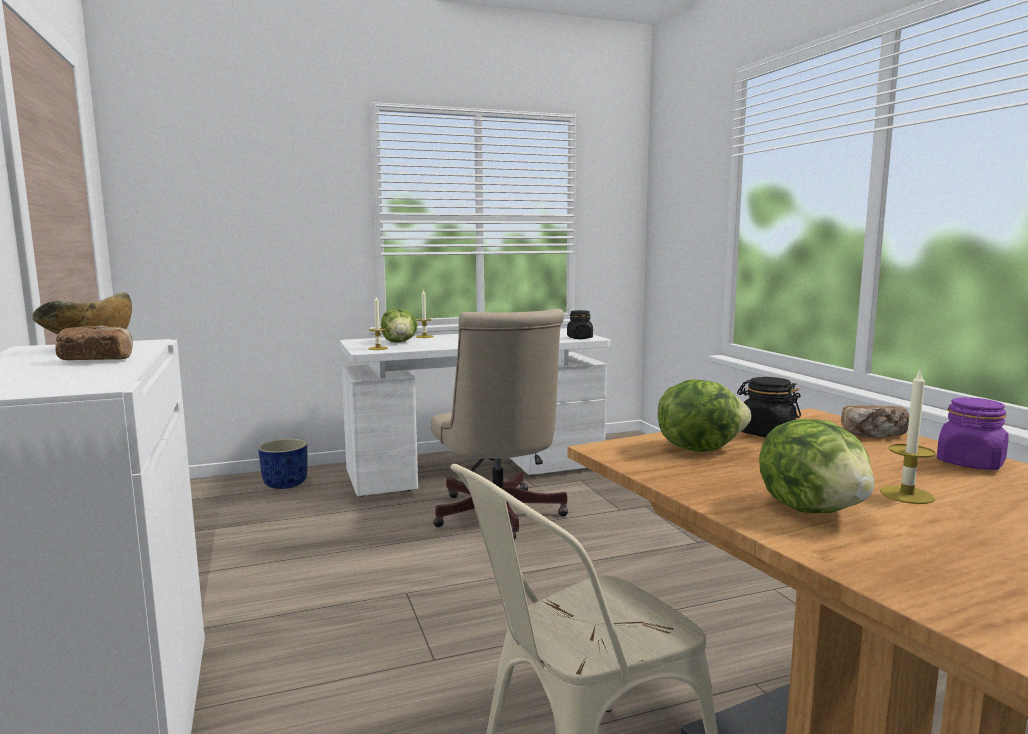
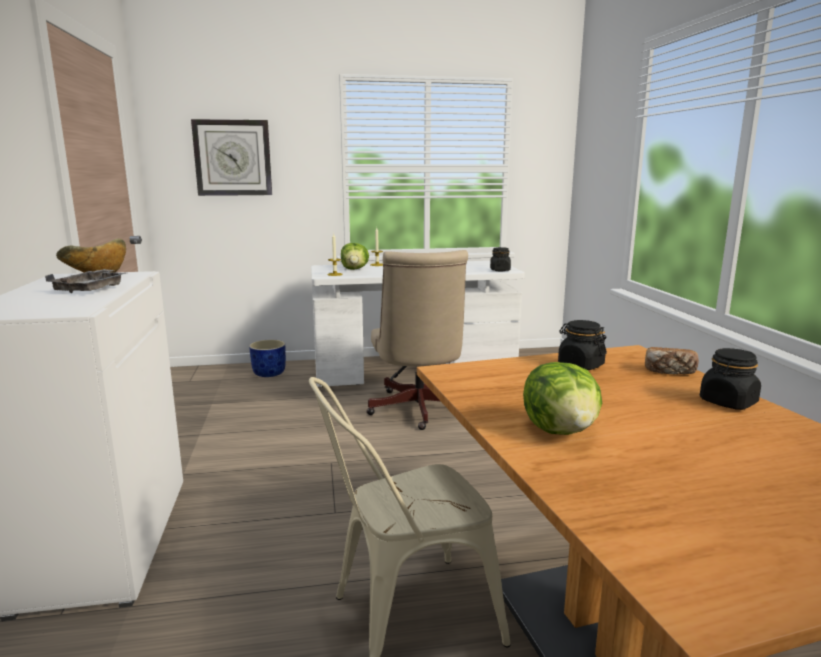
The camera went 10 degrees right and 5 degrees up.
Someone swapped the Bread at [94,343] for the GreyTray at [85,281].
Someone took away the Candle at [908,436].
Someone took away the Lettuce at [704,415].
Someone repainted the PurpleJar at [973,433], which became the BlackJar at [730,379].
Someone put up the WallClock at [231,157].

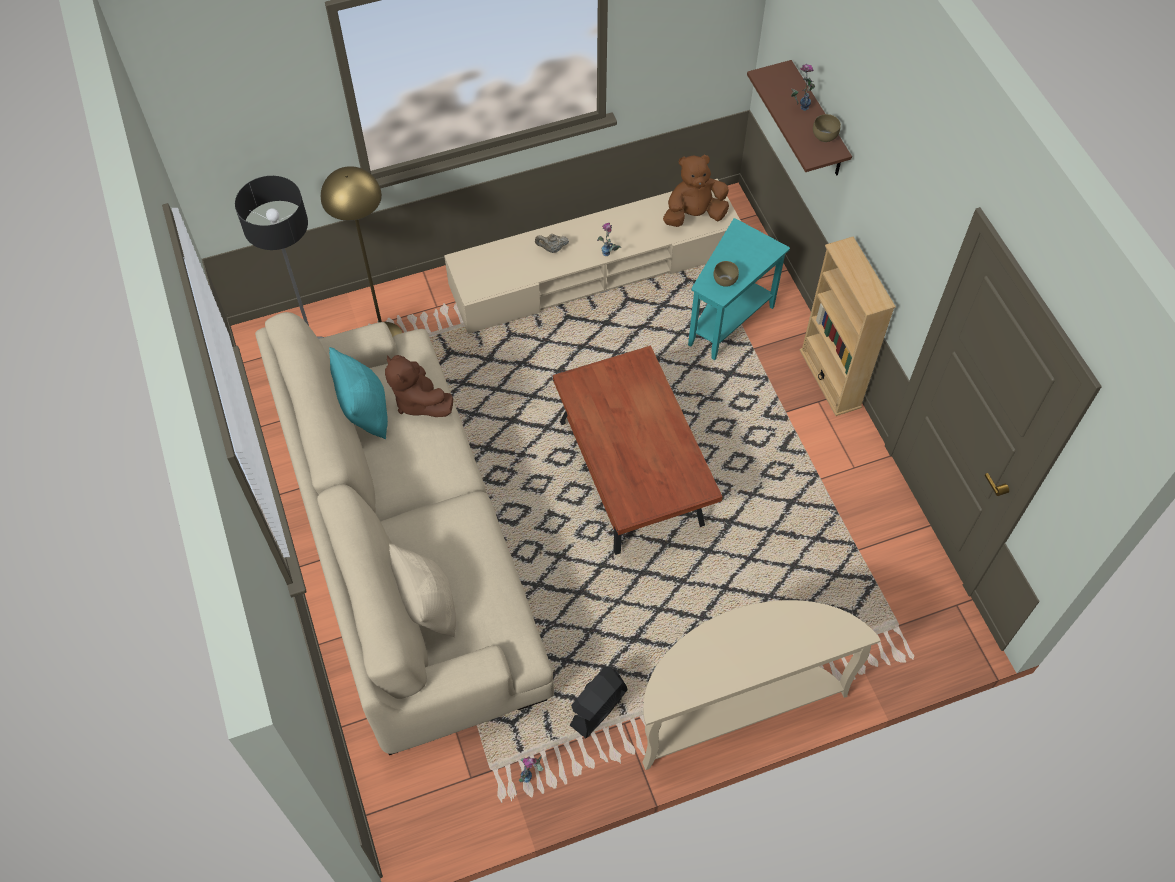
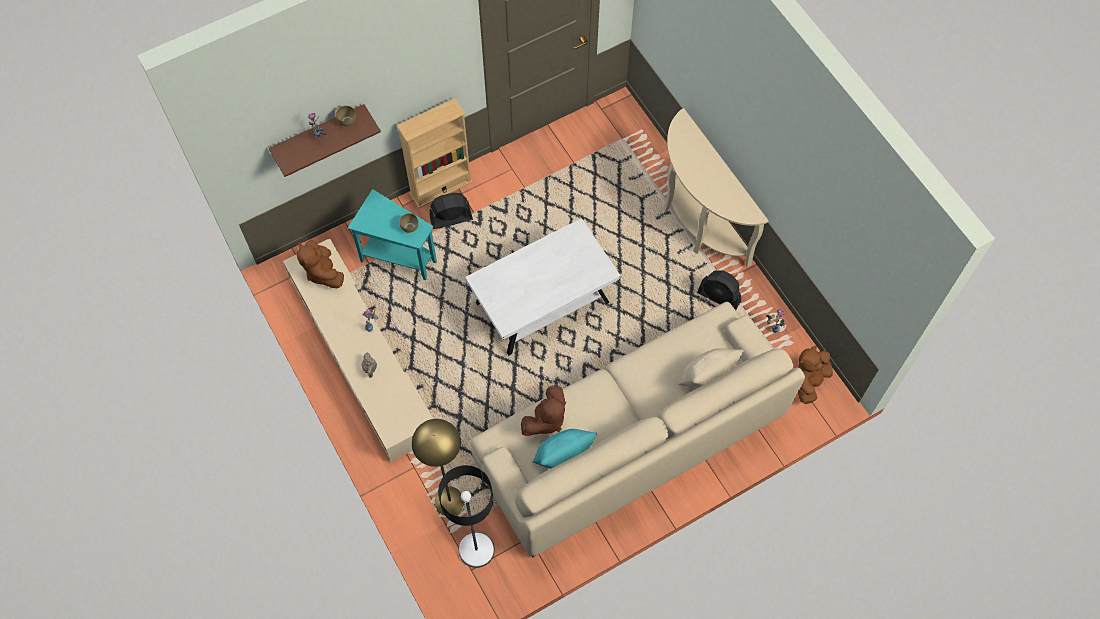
The camera went 100 degrees left and 5 degrees up.
Someone repainted the BrownCoffeeTable at [637,450], which became the WhiteCoffeeTable at [543,287].
Someone put down the BlackFan at [451,211].
Someone put down the BrownPlushToy at [815,374].

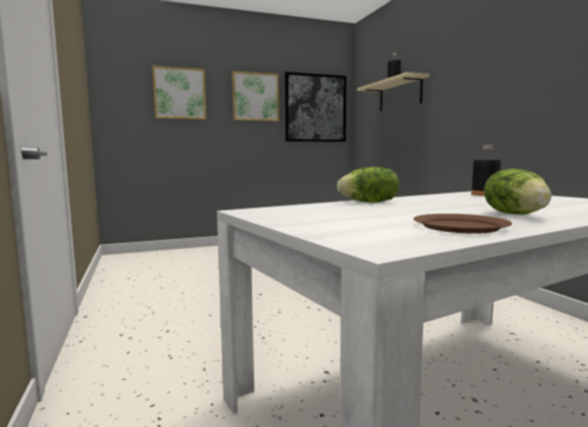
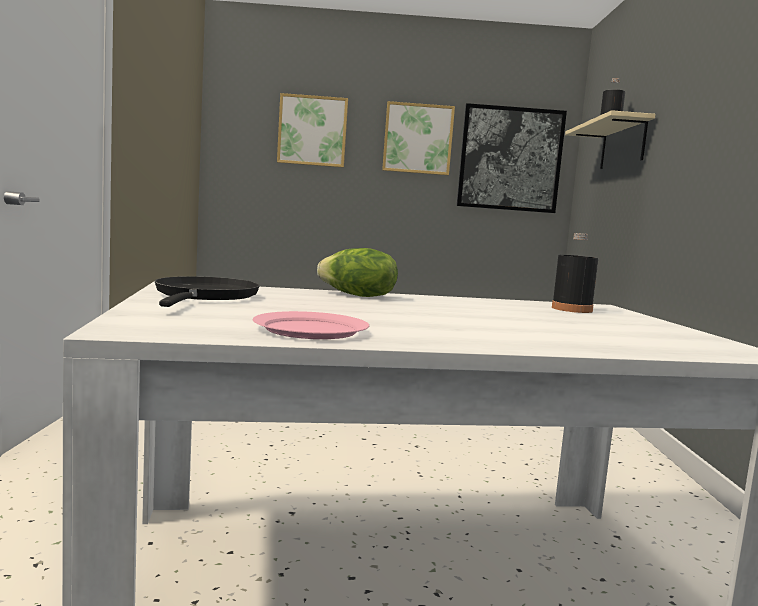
The camera went 20 degrees right and 0 degrees up.
Someone took away the Lettuce at [518,192].
Someone repainted the BrownPlate at [463,224], which became the PinkPlate at [311,325].
Someone put down the BlackFryingPan at [207,291].

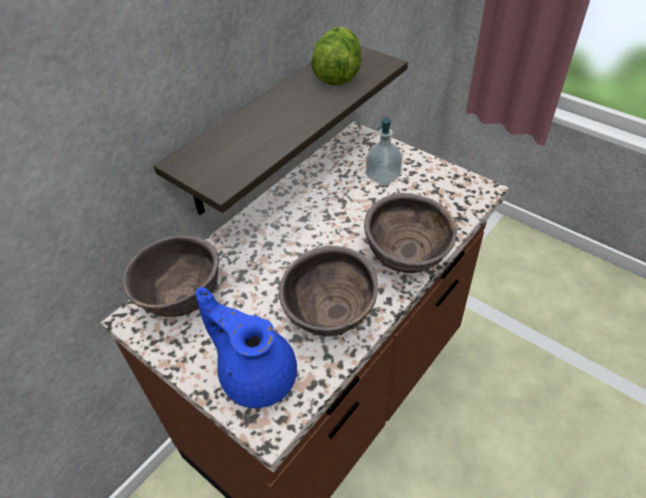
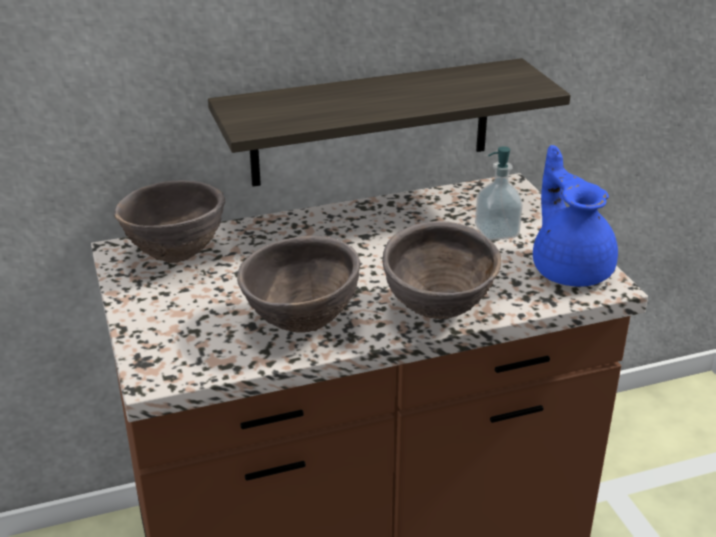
The camera went 30 degrees right and 15 degrees down.
Someone took away the Lettuce at [336,56].
Someone carried the BlueTeapot from [246,347] to [575,215].

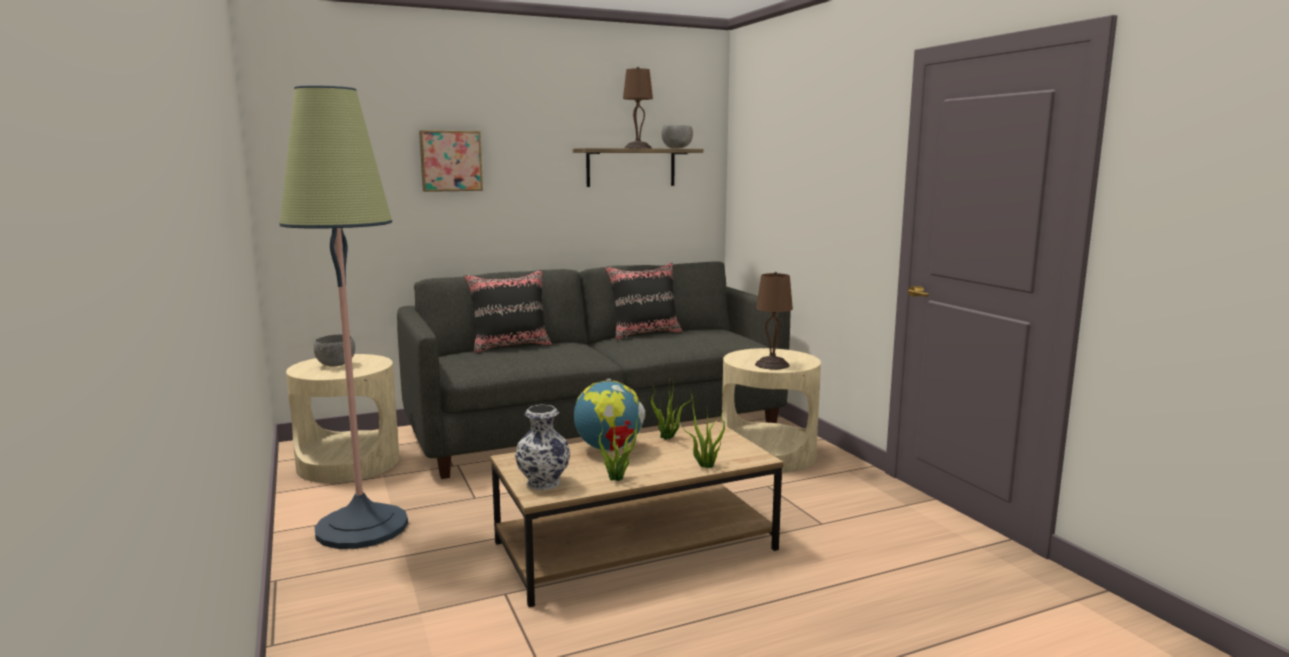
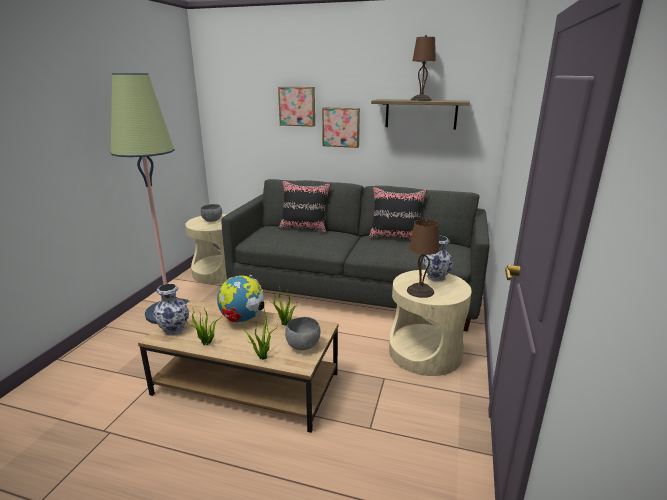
The camera went 40 degrees right and 10 degrees up.
Someone carried the GreyBowl from [677,137] to [302,333].
Someone put up the Picture at [341,128].
Someone put down the Vase at [438,259].

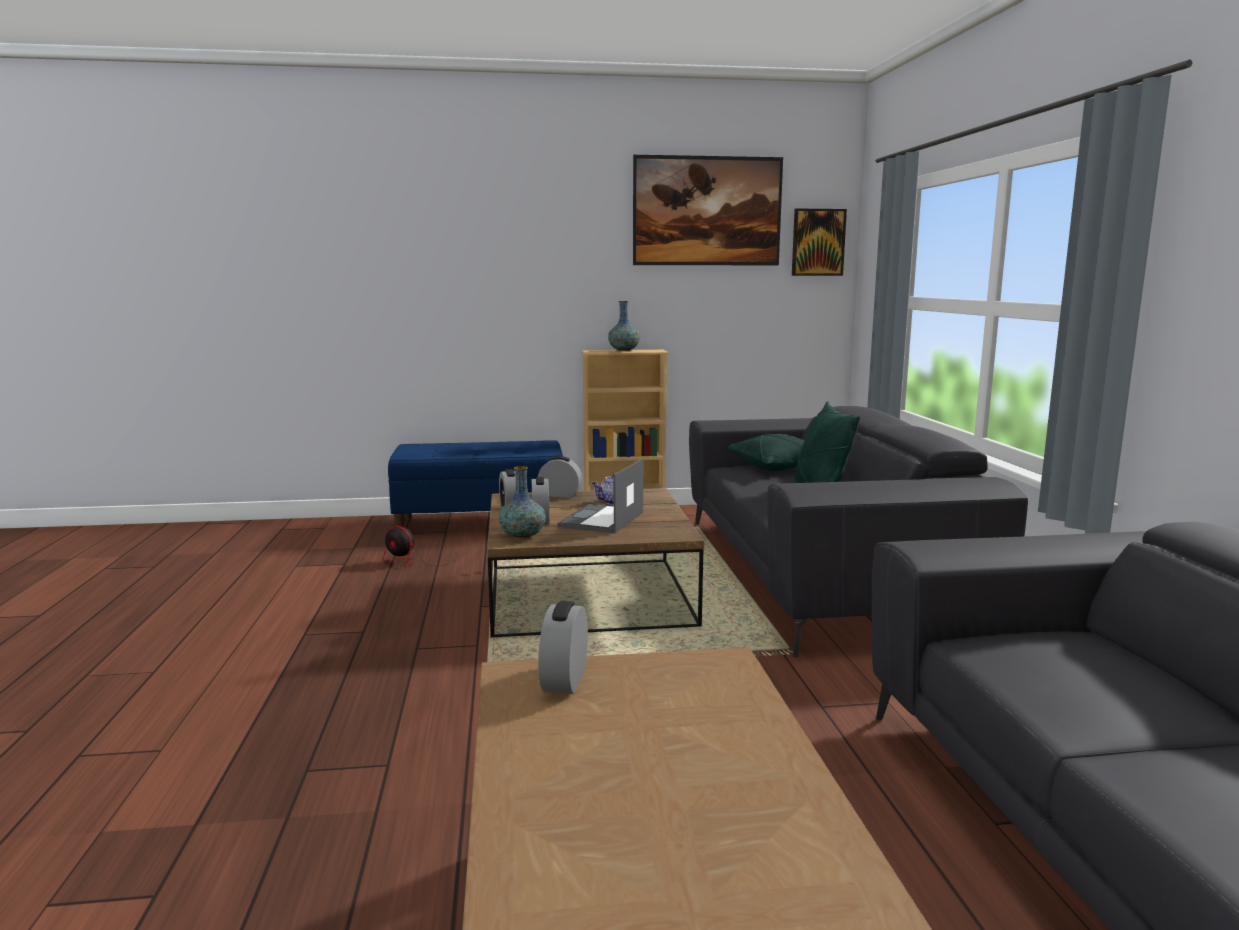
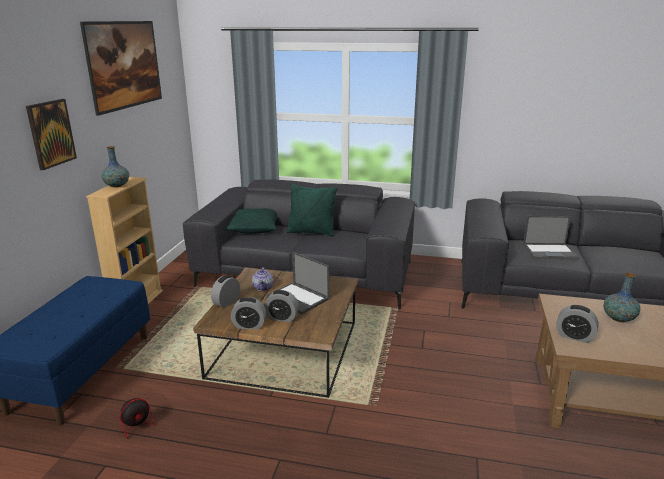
The camera went 70 degrees left and 10 degrees up.
Someone carried the Picture from [819,242] to [51,134].
Someone carried the Vase from [522,502] to [622,297].
Someone put down the Laptop at [551,237].

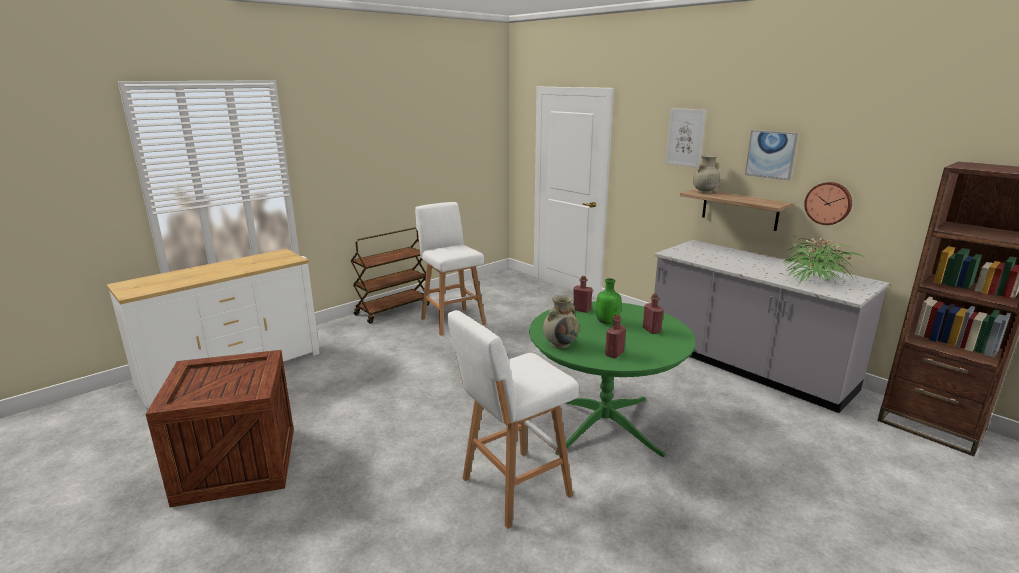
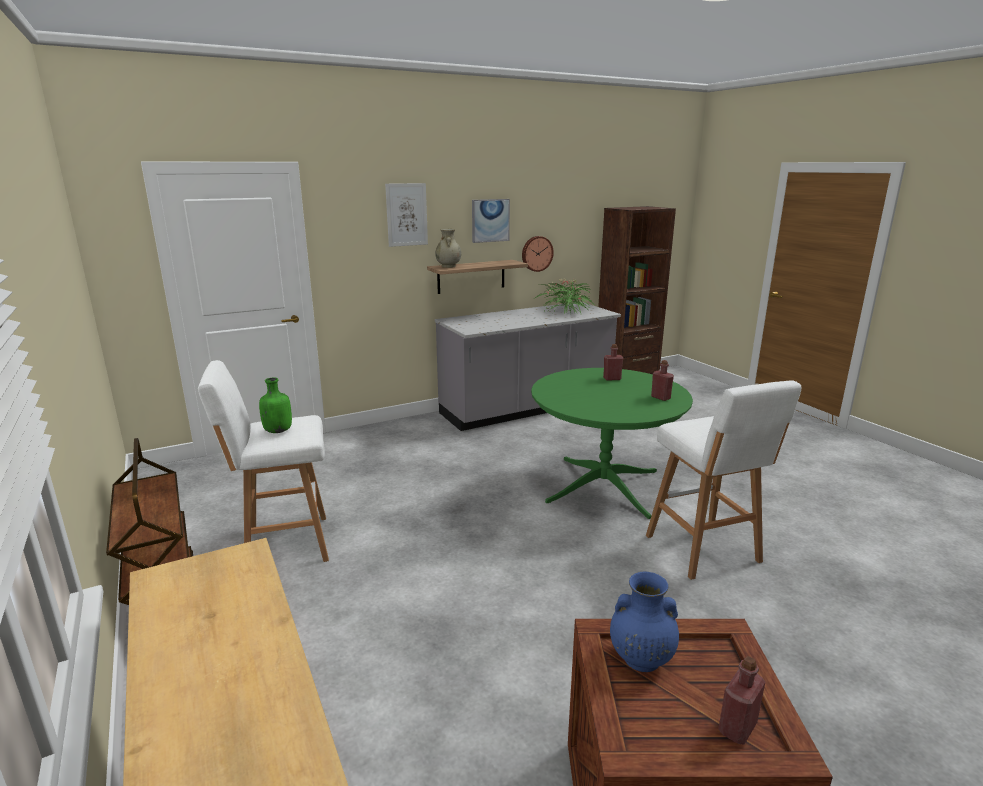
The camera went 75 degrees left and 0 degrees up.
Someone carried the RedBottle from [583,294] to [741,700].
Someone carried the GreenBottle from [608,301] to [275,405].
Someone took away the BeigeVase at [561,322].
Someone put down the BlueVase at [644,621].

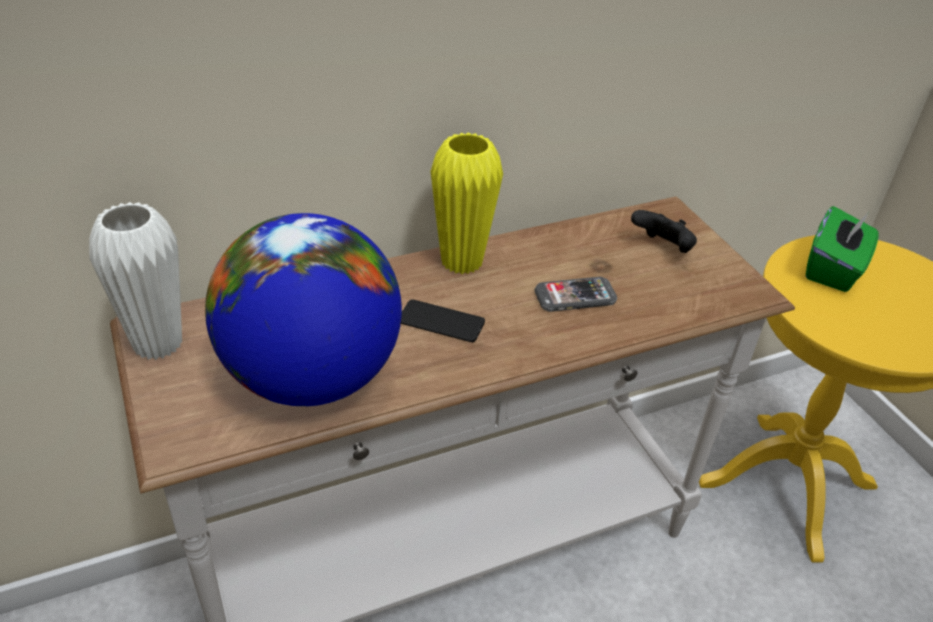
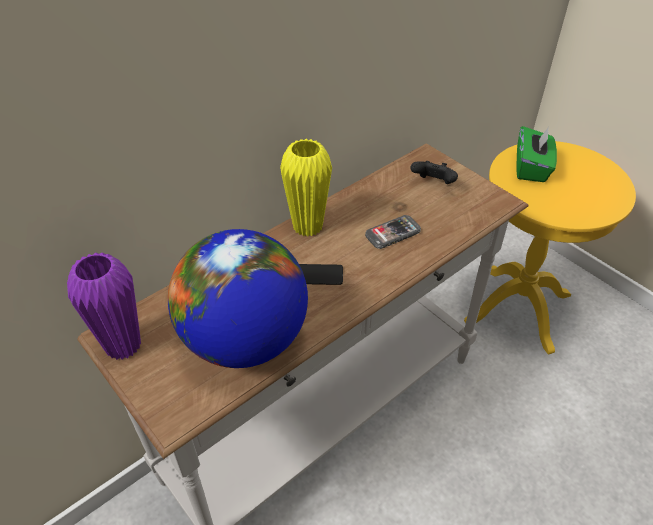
The camera went 15 degrees left and 5 degrees up.
Someone repainted the WhiteVase at [135,281], which became the PurpleVase at [104,306].

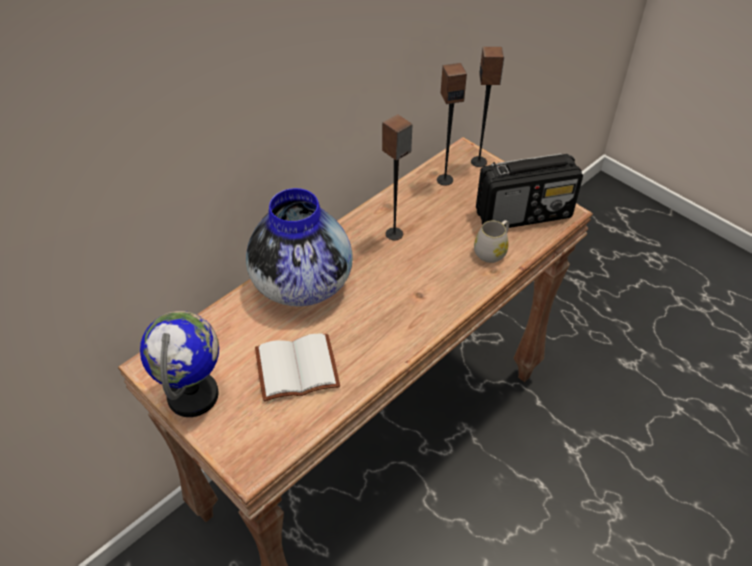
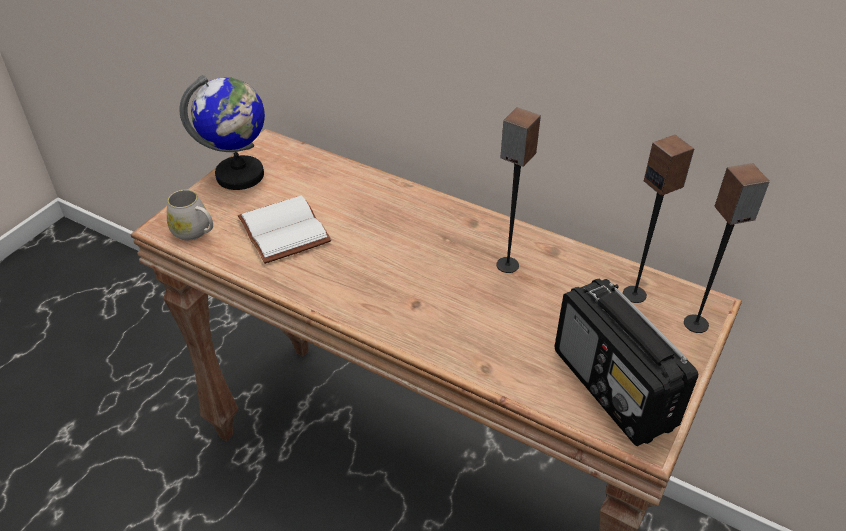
The camera went 75 degrees right and 5 degrees down.
Someone took away the Vase at [299,247].
Someone carried the WhiteMug from [491,241] to [190,215].

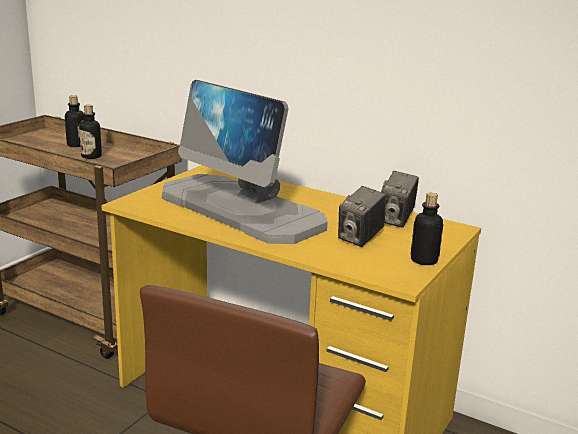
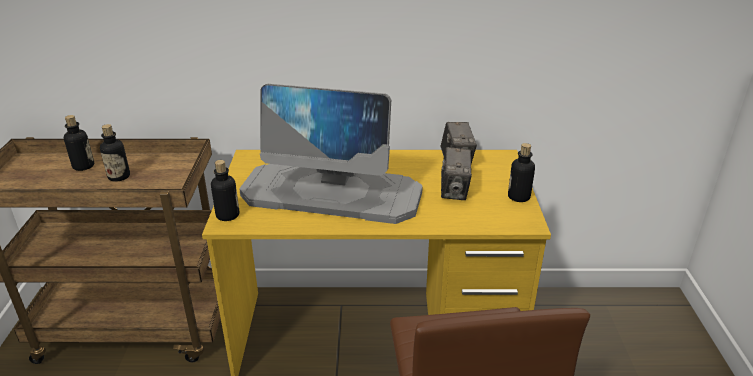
The camera went 30 degrees left and 10 degrees up.
Someone put down the Bottle at [225,190].

